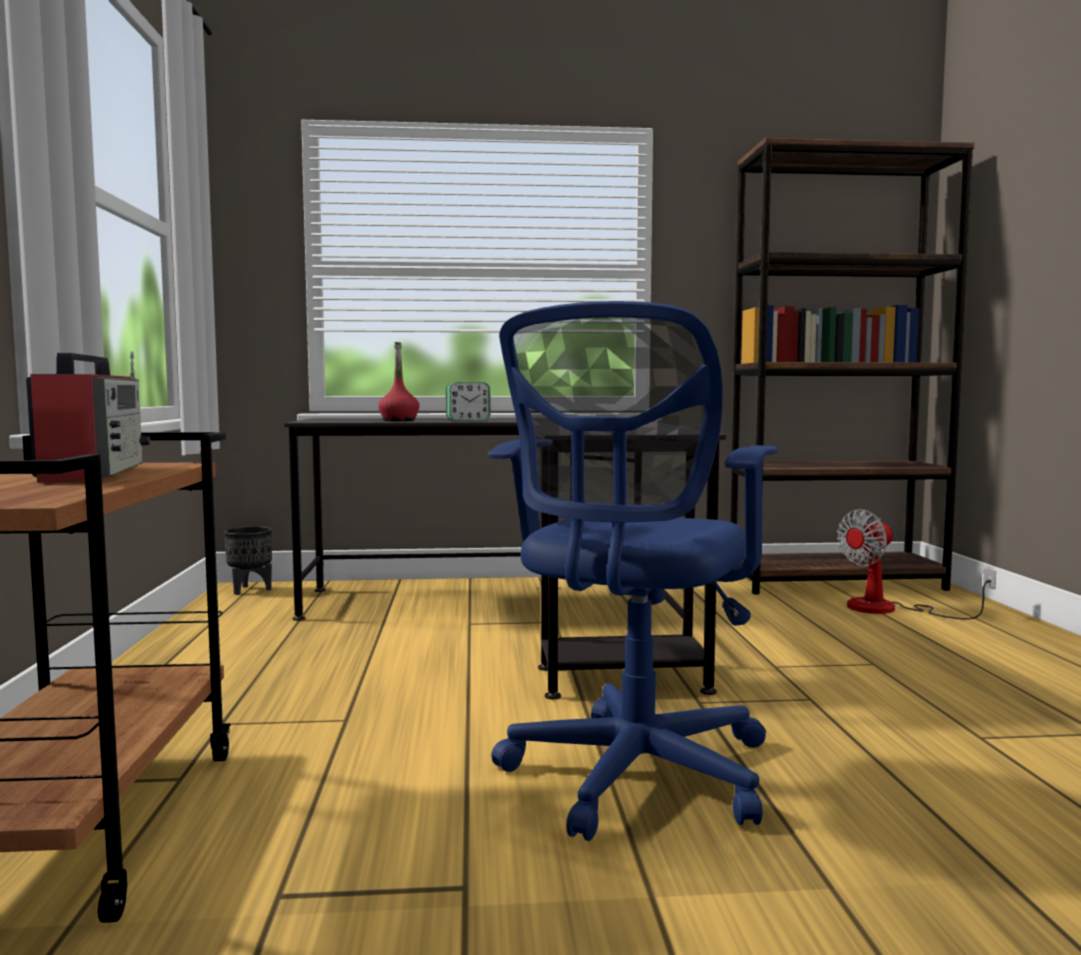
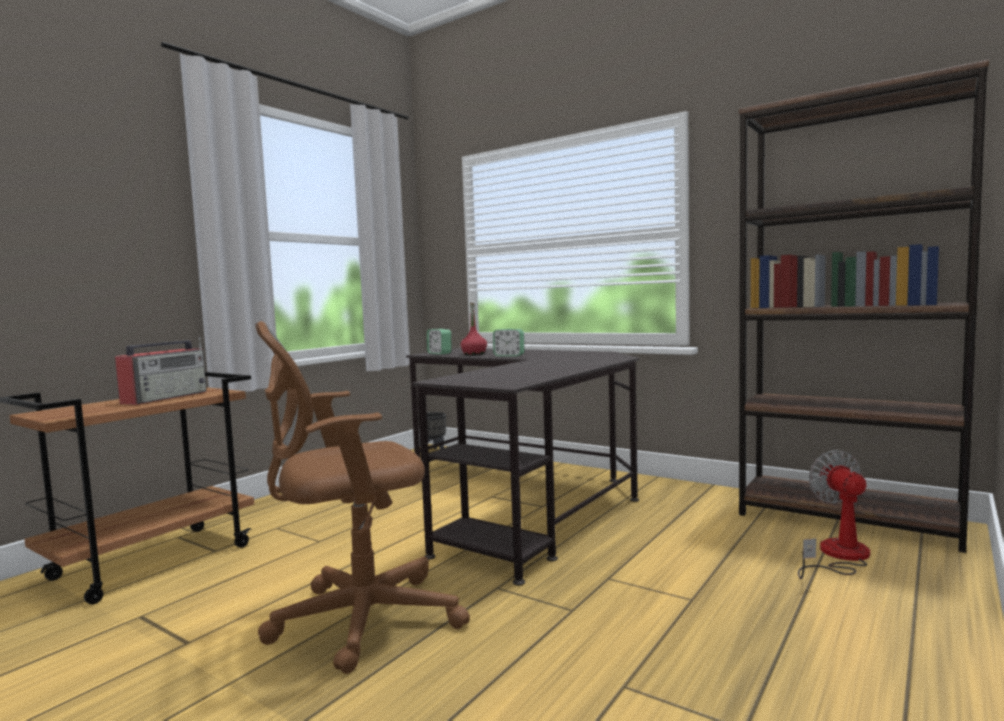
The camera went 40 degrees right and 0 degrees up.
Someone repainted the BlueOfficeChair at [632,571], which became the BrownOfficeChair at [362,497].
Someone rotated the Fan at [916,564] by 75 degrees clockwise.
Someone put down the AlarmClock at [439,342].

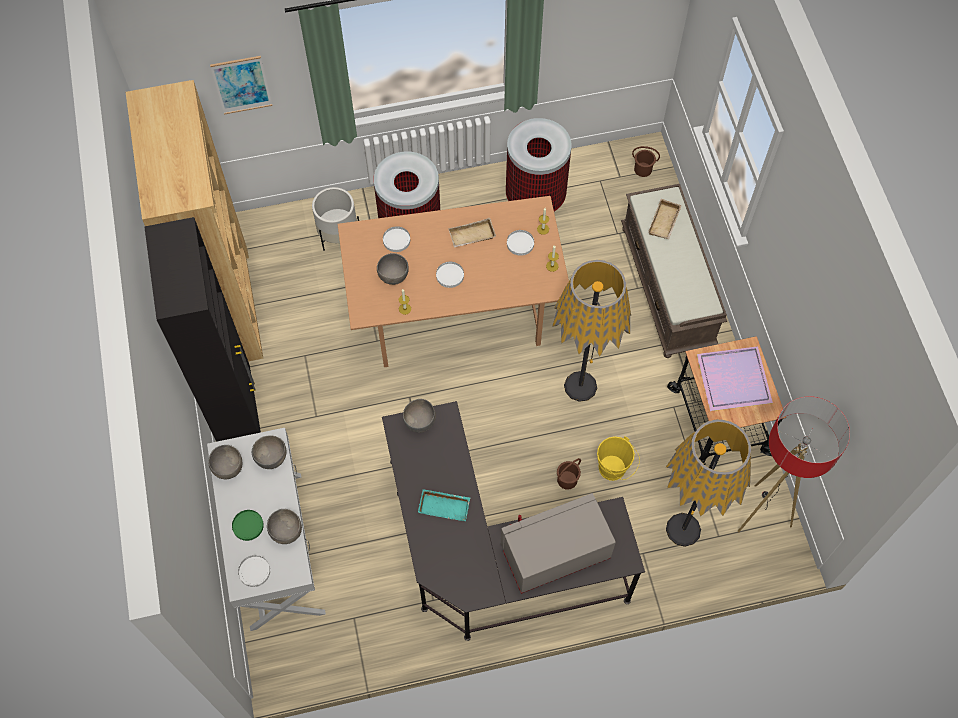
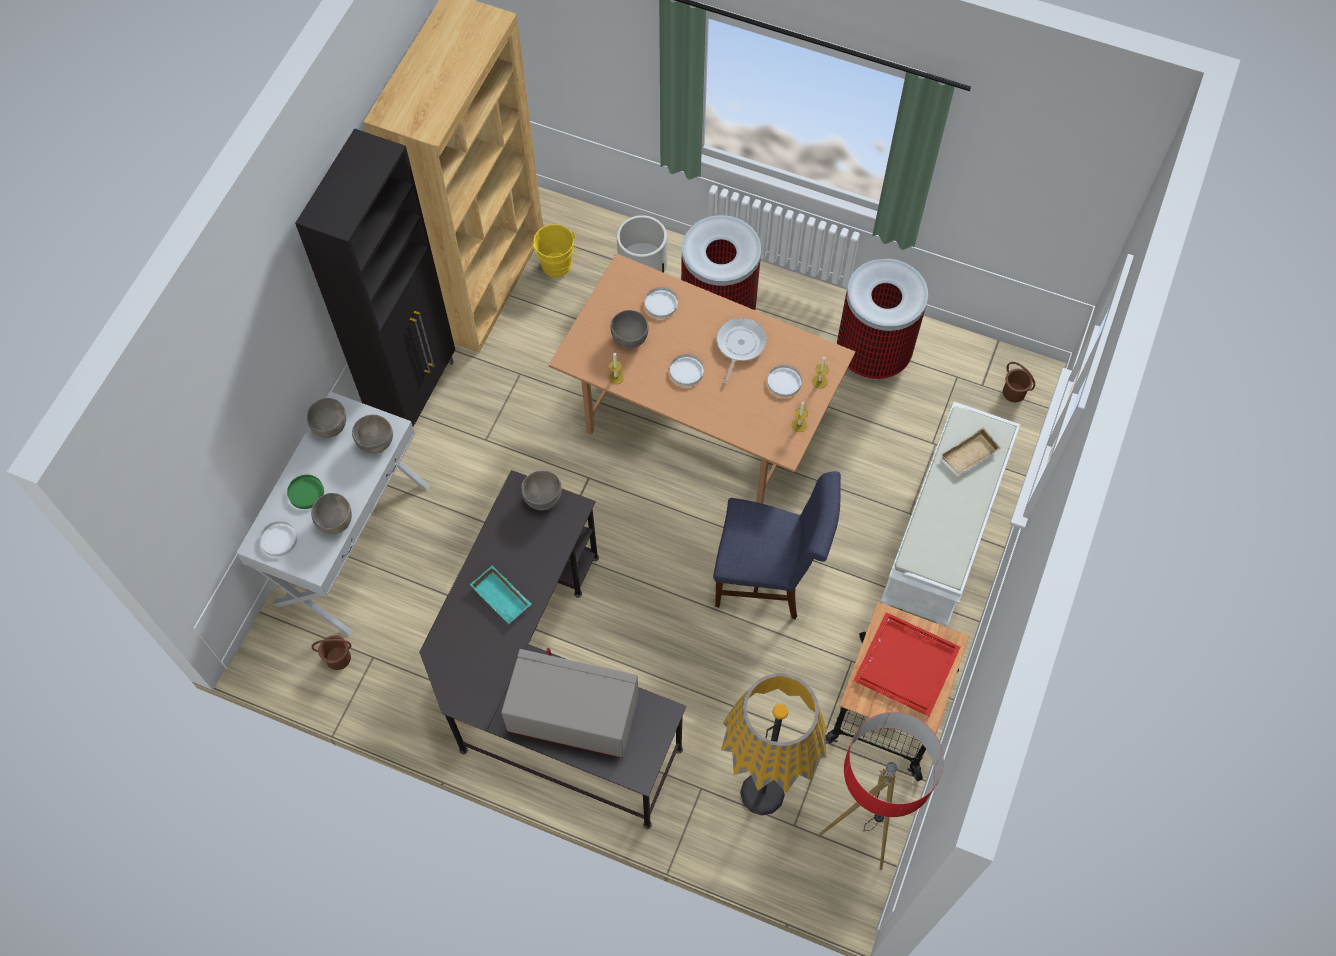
The camera went 35 degrees right and 0 degrees up.
Someone took away the Picture at [241,85].
Someone repainted the BrownBench at [674,271], which became the WhiteBench at [950,514].
Someone swapped the BeigeTray at [472,233] for the FryingPan at [742,351].
Someone swapped the FloorLamp at [591,331] for the BlueChair at [777,545].
Someone repainted the PurpleTray at [735,378], which became the RedTray at [907,664].
Someone carried the YellowBucket from [618,458] to [554,251].
Someone carried the BrownBucket from [569,474] to [331,652].

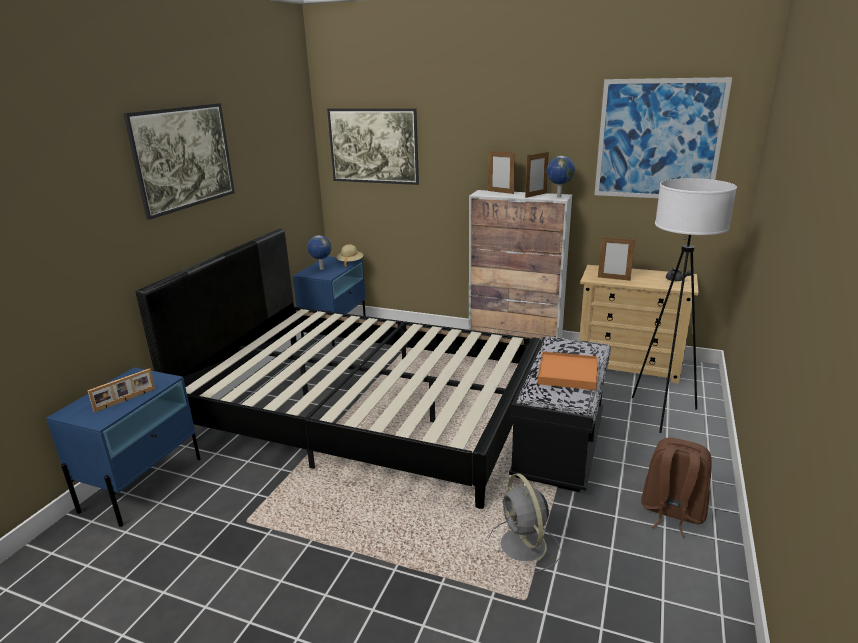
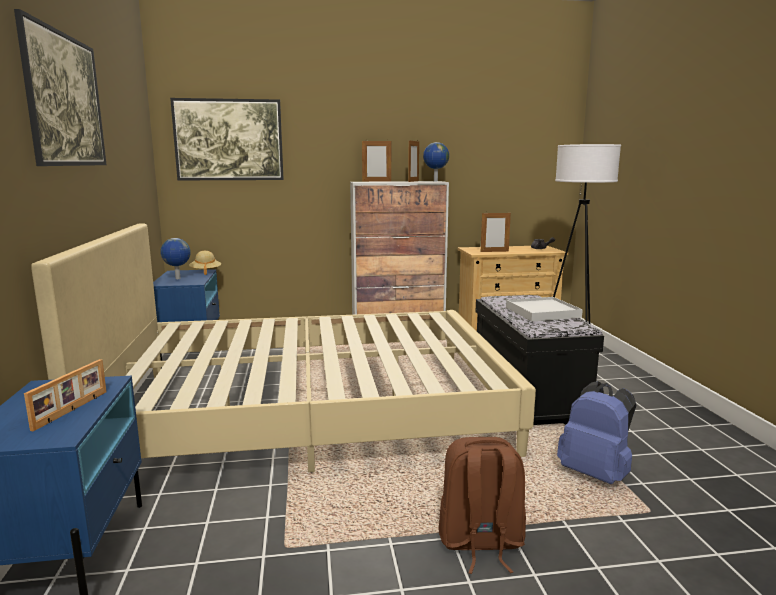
The camera went 30 degrees left and 10 degrees down.
Someone took away the Picture at [663,137].
Someone repainted the BlackBed at [338,369], which became the BeigeBed at [283,347].
Someone repainted the OrangeTray at [567,370], which became the WhiteTray at [544,309].
Someone carried the BrownBackpack from [676,488] to [482,505].
Someone swapped the GreyFan at [525,523] for the BlueBackpack at [597,432].

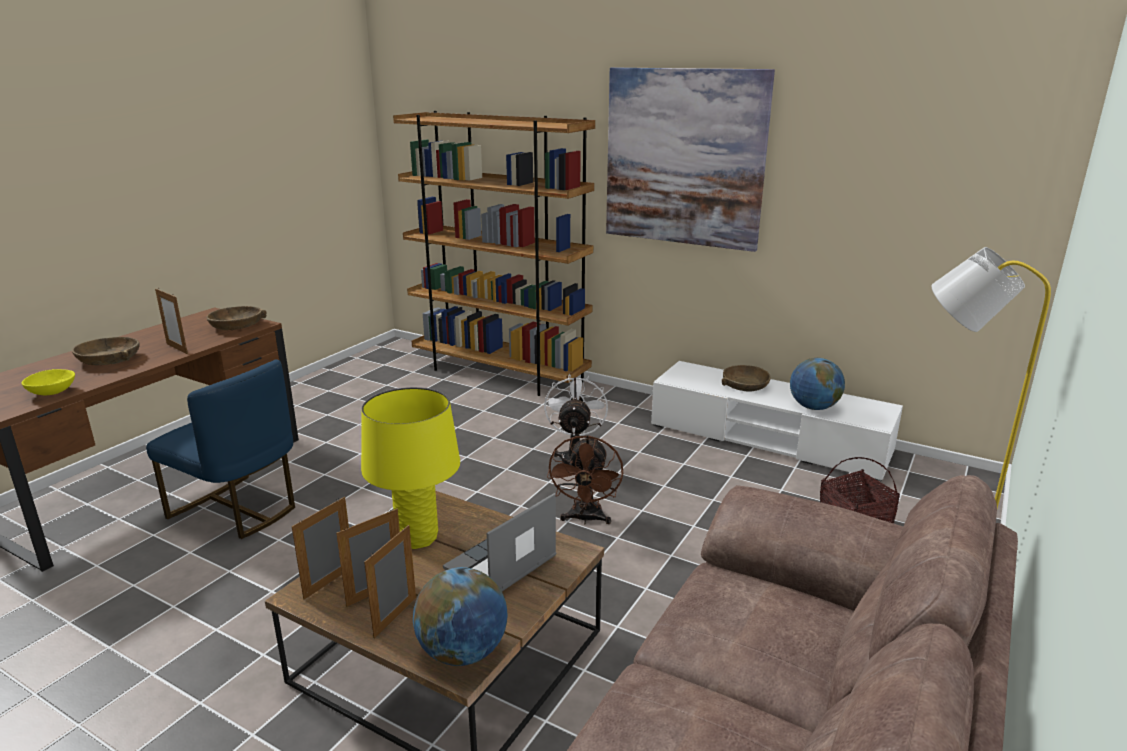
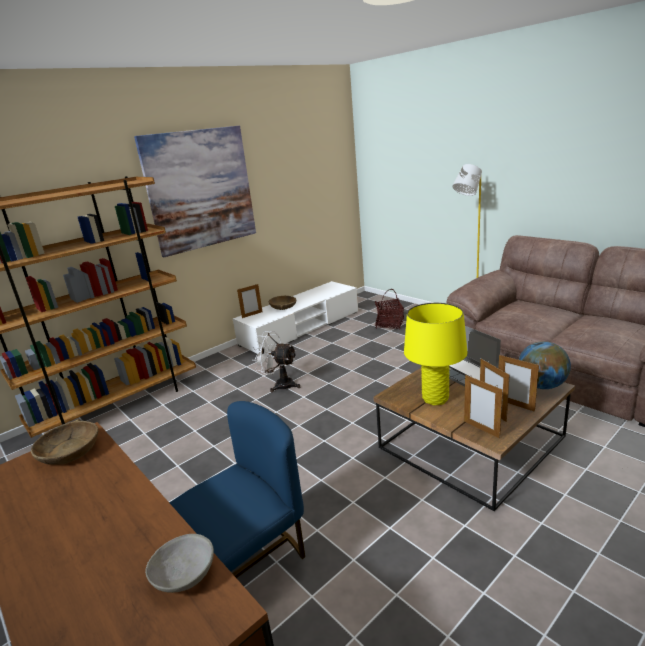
The camera went 70 degrees left and 0 degrees up.
Someone carried the PictureFrame from [171,321] to [249,301].
Someone took away the BrownBowl at [106,351].
Someone took away the Globe at [817,384].
Someone repainted the YellowBowl at [48,382], which became the GreyBowl at [179,563].
Someone took away the BrownFan at [585,479].

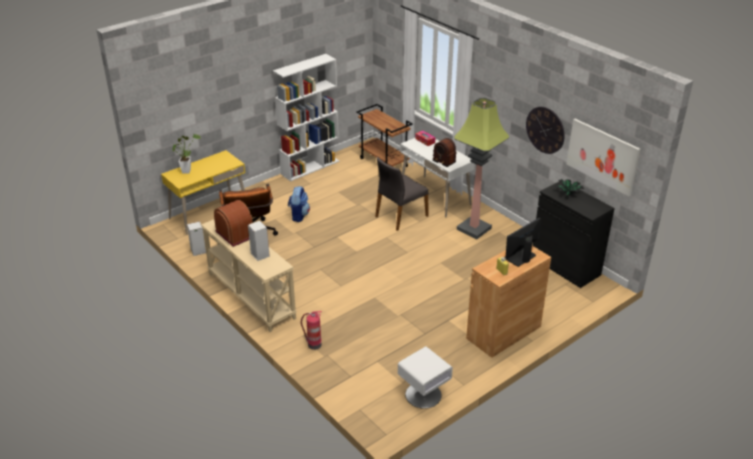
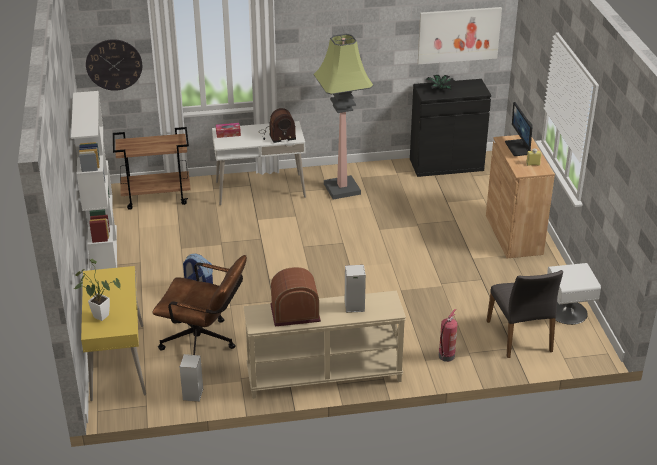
The camera went 60 degrees left and 0 degrees up.
Someone carried the WallClock from [545,130] to [114,65].
Someone carried the GreyChair from [401,194] to [525,314].

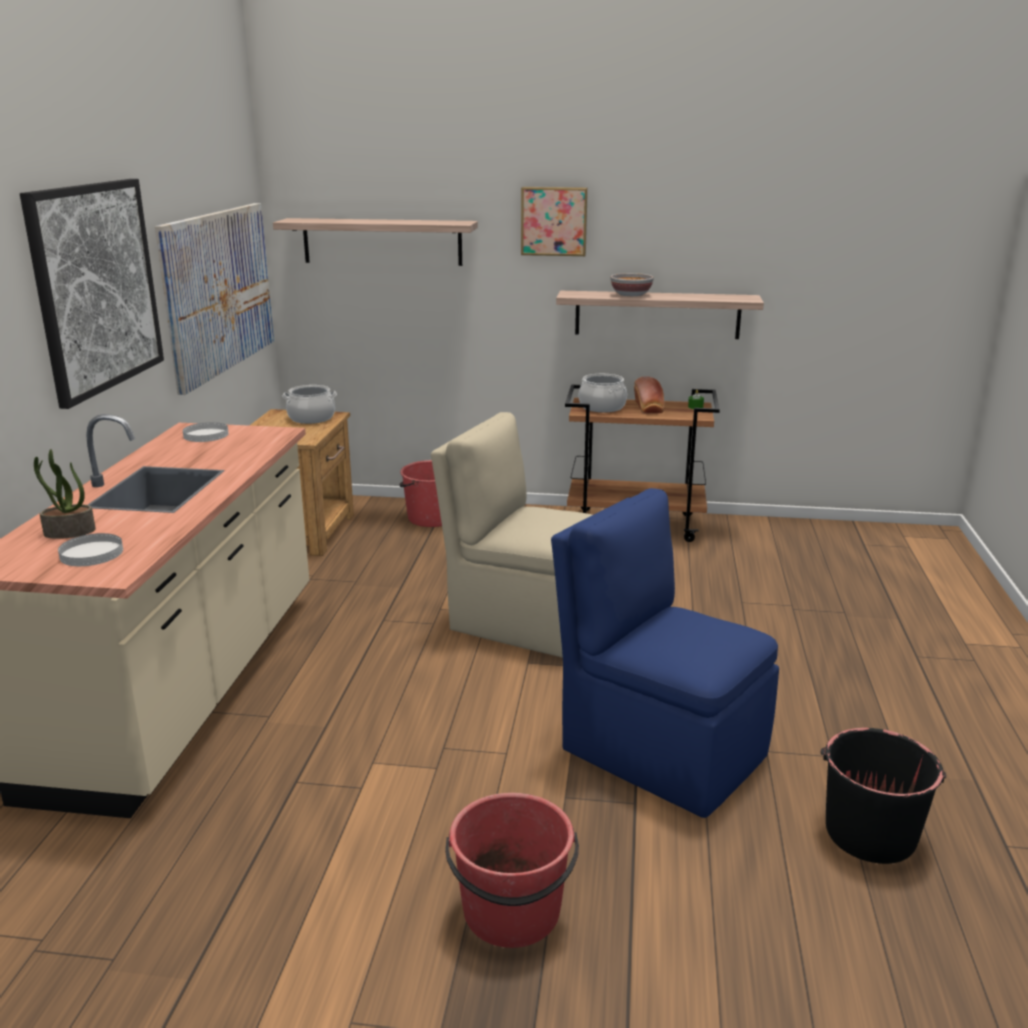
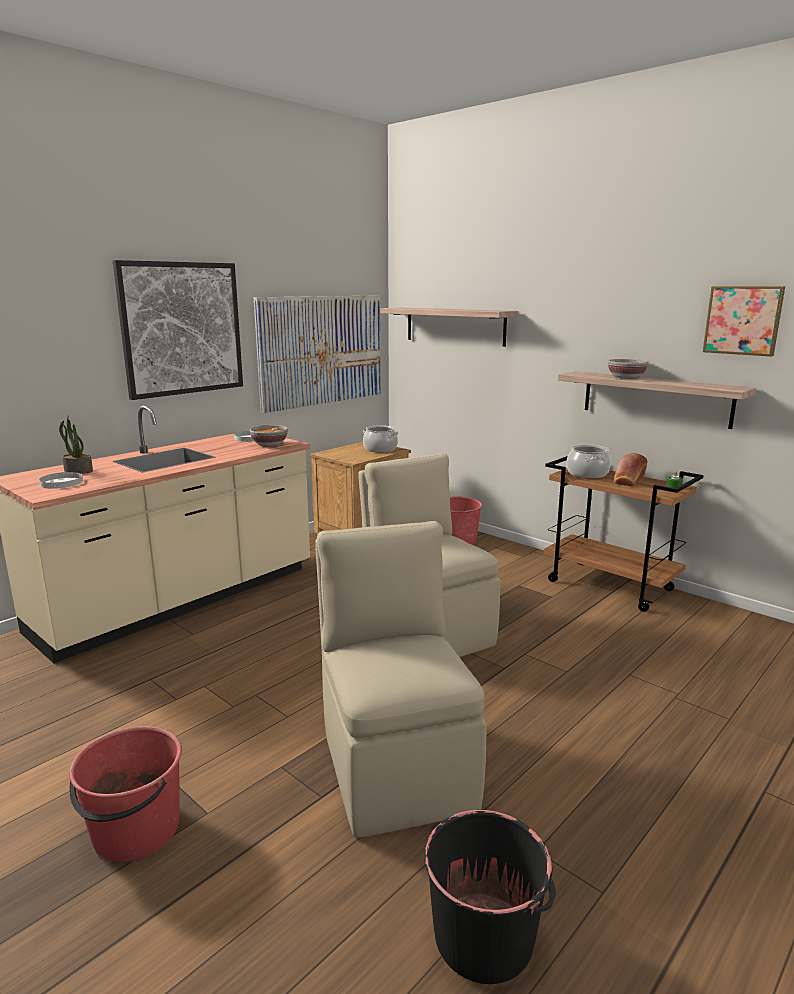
The camera went 35 degrees right and 5 degrees down.
Someone carried the Picture from [554,221] to [744,321].
Someone repainted the BlueChair at [665,653], which became the BeigeChair at [401,679].
Someone put down the Bowl at [269,435].

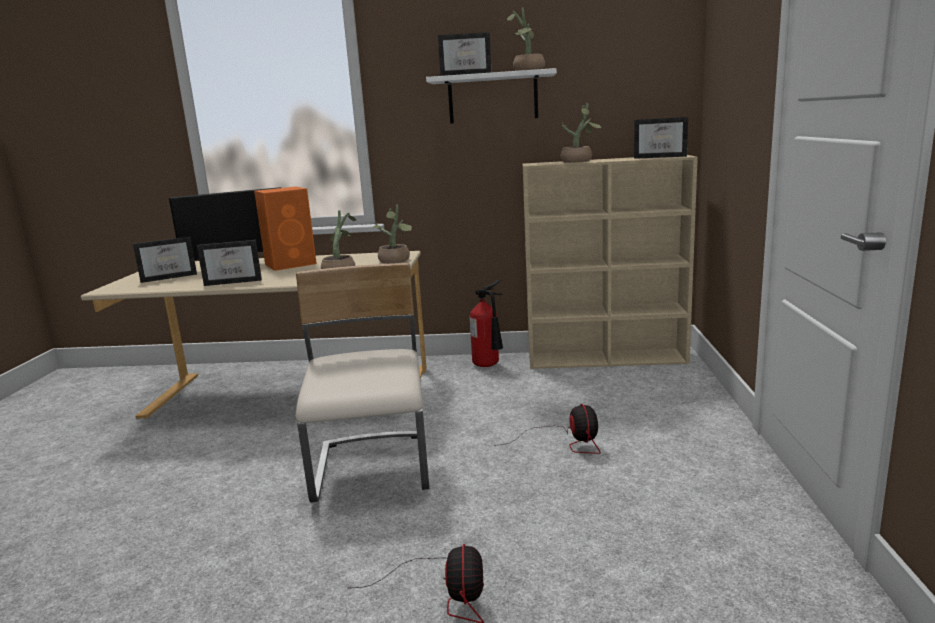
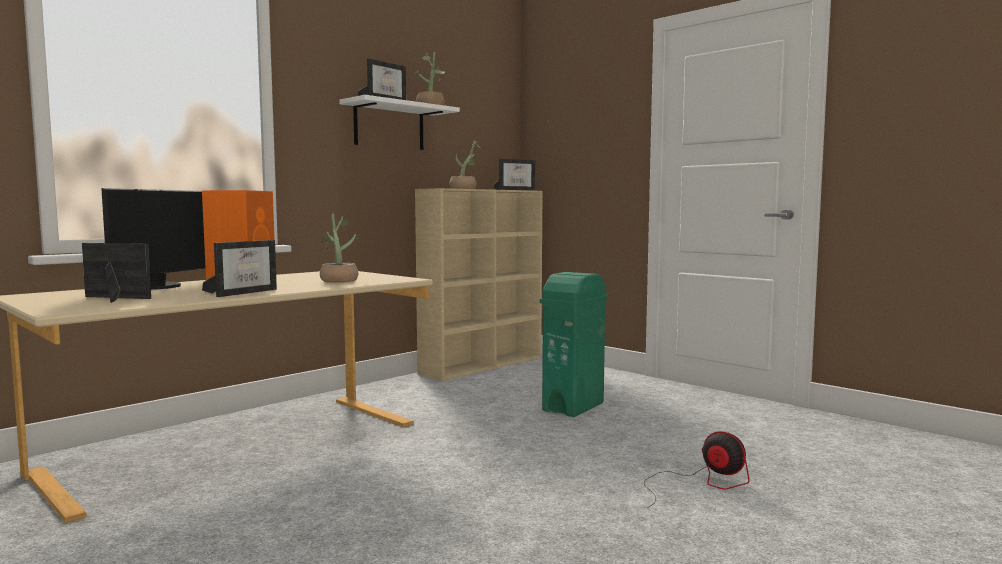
The camera went 50 degrees left and 10 degrees down.
Someone took away the PottedPlant at [392,234].
Someone rotated the PictureFrame at [165,260] by 90 degrees counterclockwise.
Someone took away the BeigeChair at [362,382].
Someone took away the FireExtinguisher at [486,323].
Someone swapped the Fan at [547,429] for the GreenTrashCan at [574,344].

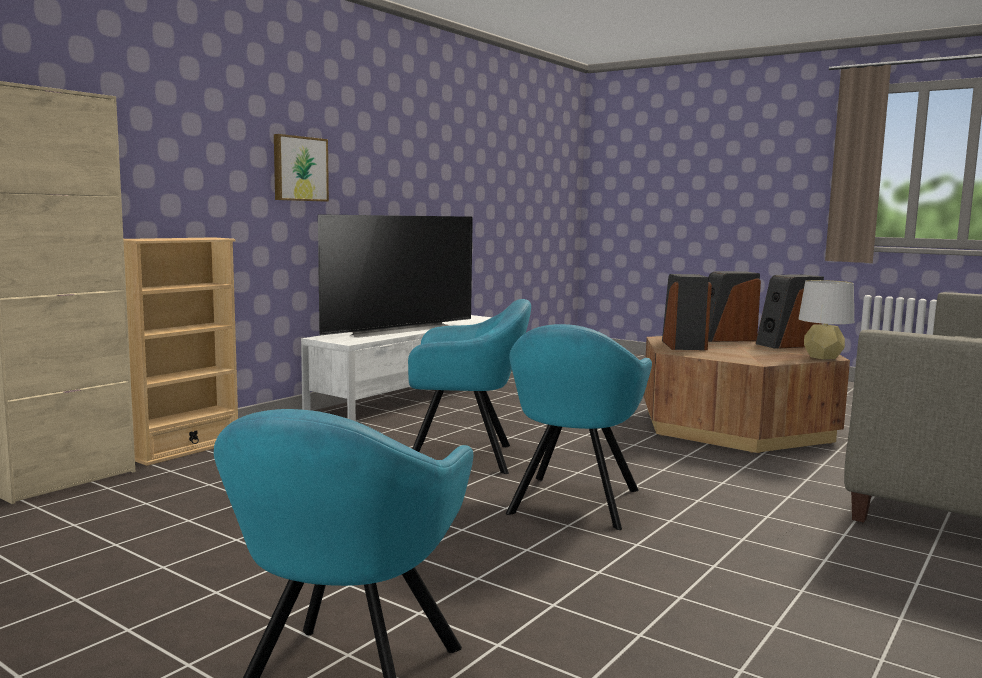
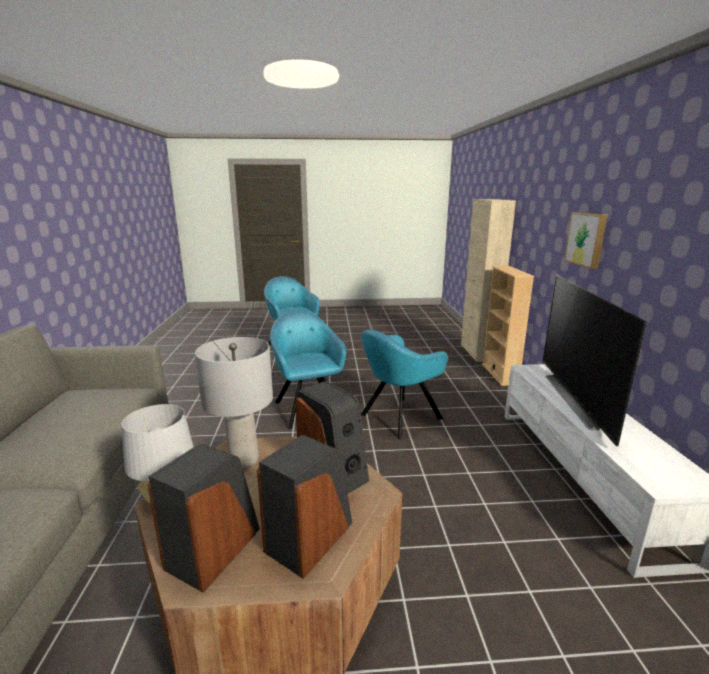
The camera went 140 degrees right and 10 degrees up.
Someone put down the GreyTableLamp at [234,403].

